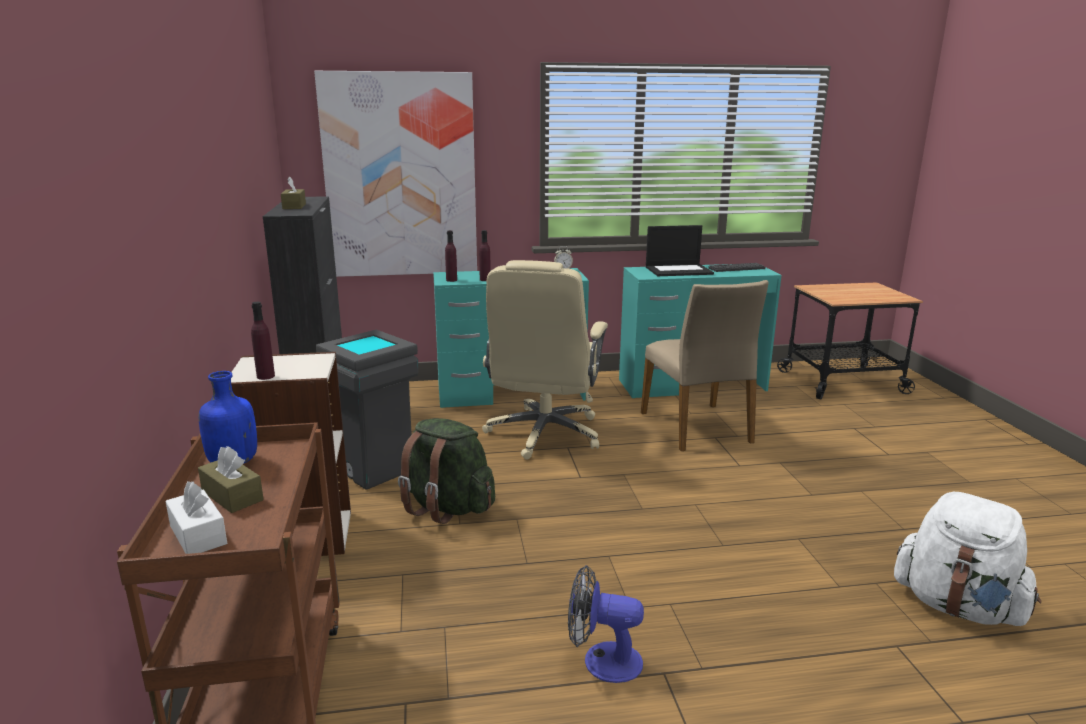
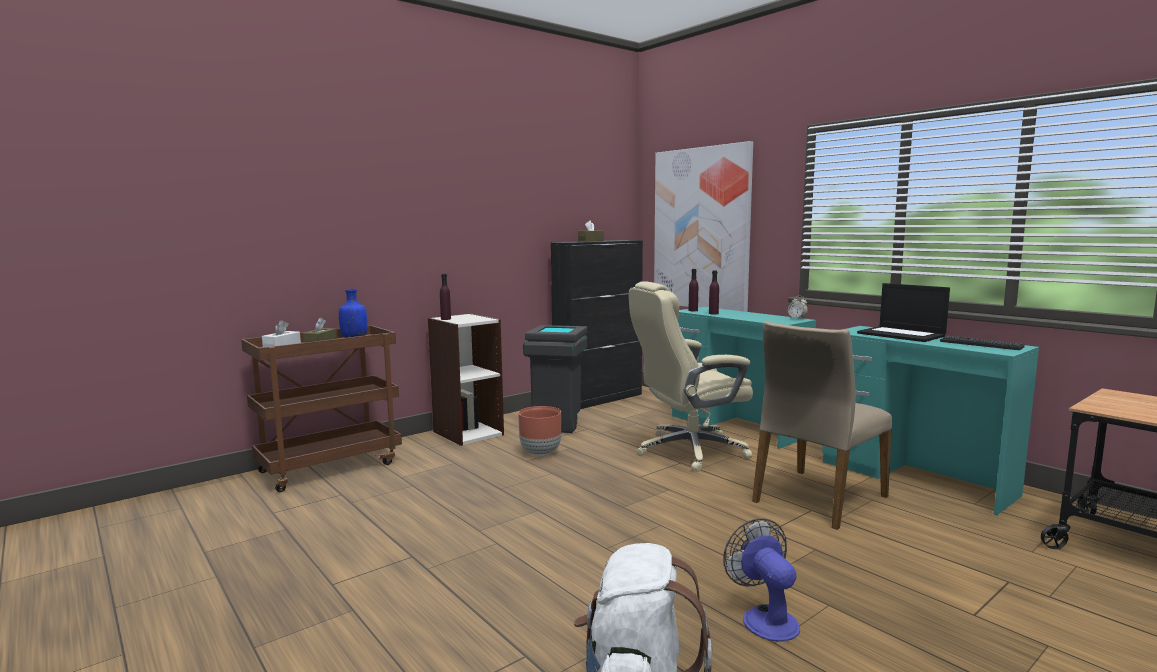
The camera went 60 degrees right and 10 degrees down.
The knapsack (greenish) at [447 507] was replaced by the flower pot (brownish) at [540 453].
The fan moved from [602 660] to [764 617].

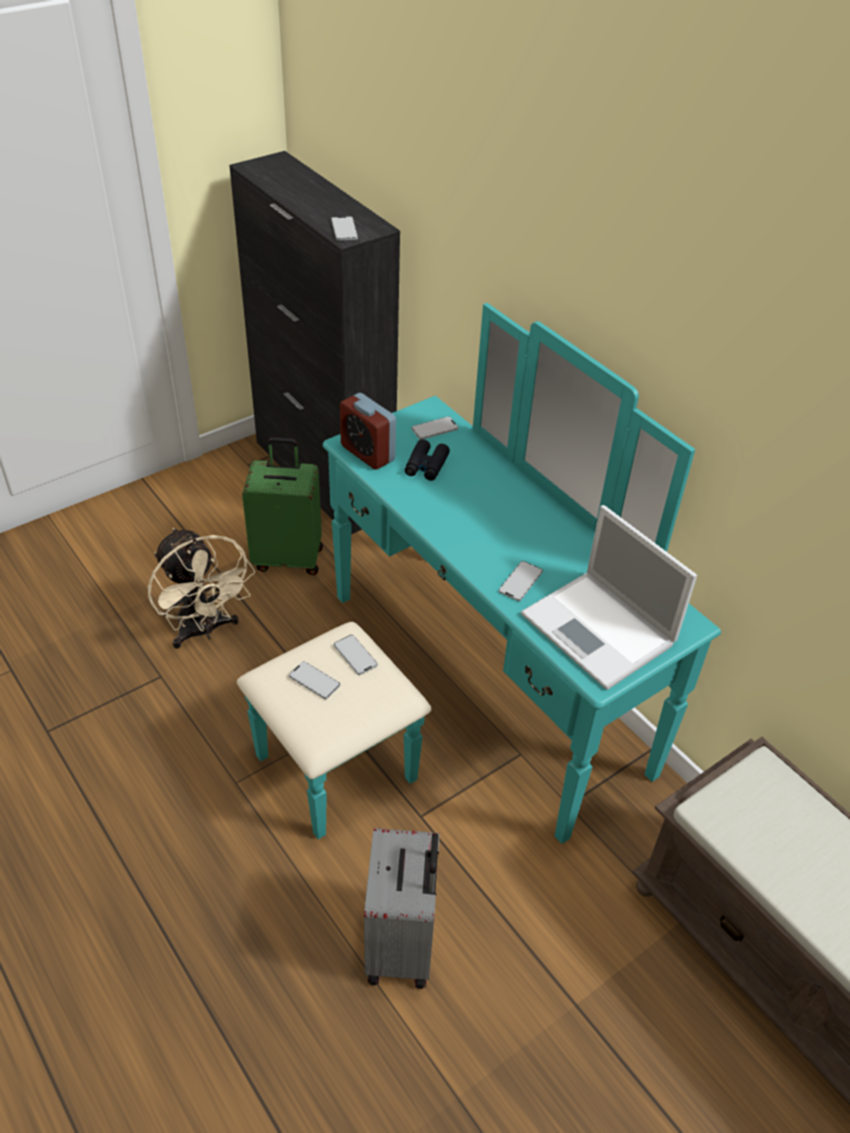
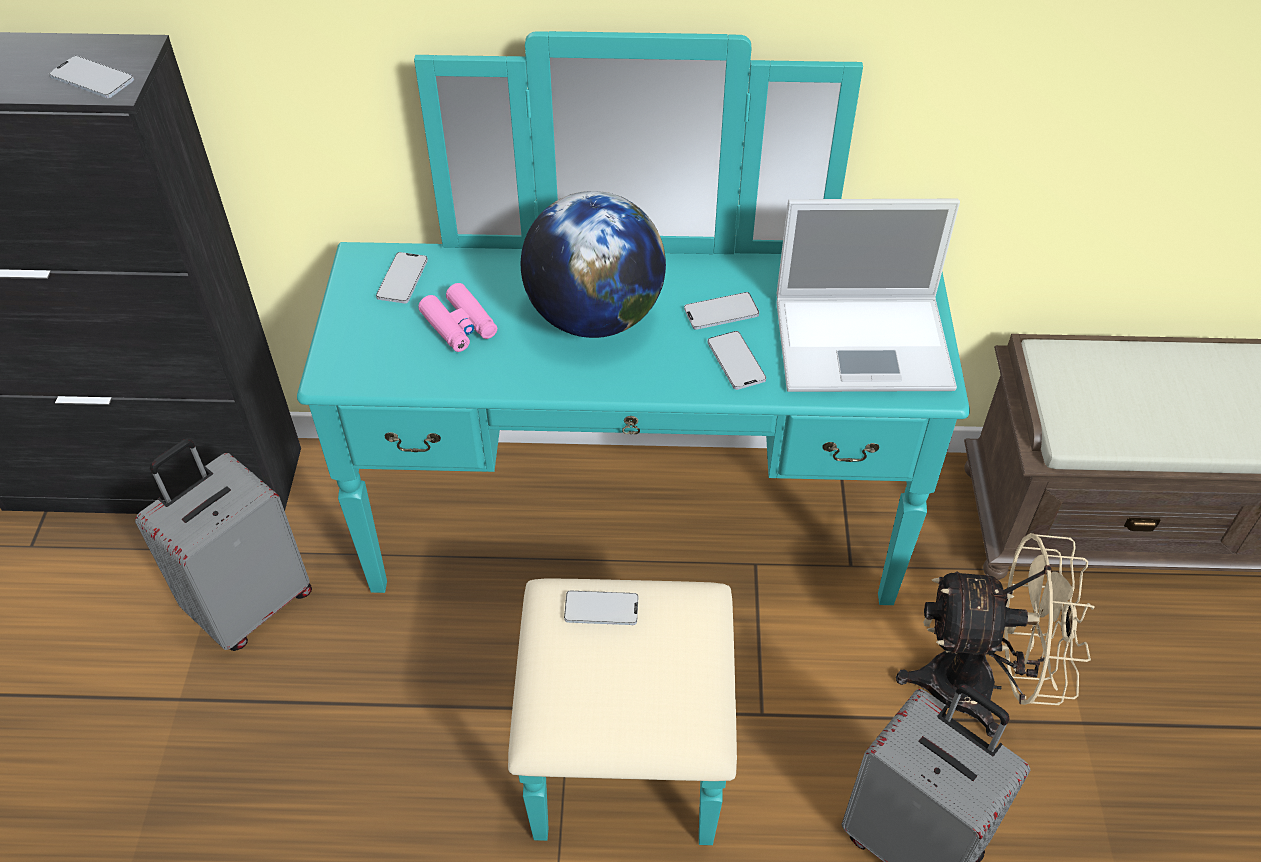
The camera went 50 degrees left and 5 degrees up.
The piece of luggage (greenish) at [288 557] became the piece of luggage (gray) at [250 603].
The pair of binoculars (black-coloured) at [426 466] became the pair of binoculars (pink) at [459 325].
The globe at [594 317] appeared.
The handset moved from [314 681] to [721 312].
The fan (beige-coloured) moved from [204 630] to [979 686].
The alarm clock at [367 453] disappeared.

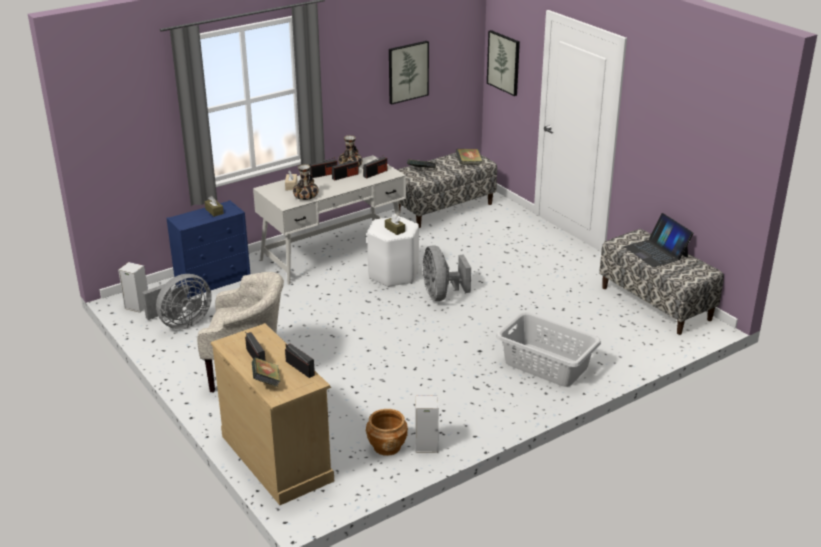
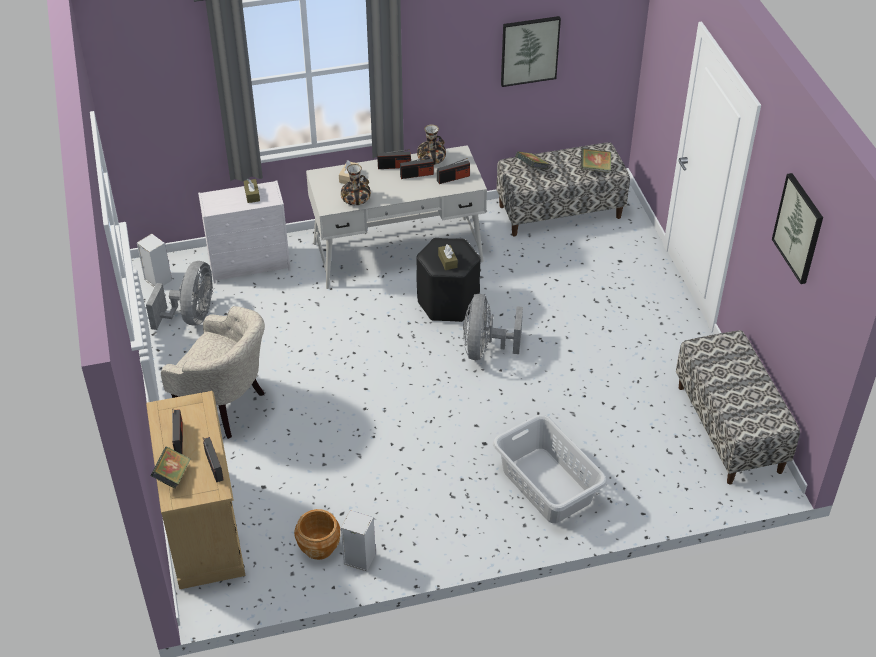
The camera went 20 degrees right and 15 degrees up.
The fan (gray) at [181 323] turned 60 degrees counterclockwise.
The drawer chest (blue-coloured) at [214 282] became the drawer chest (whitish) at [250 264].
The stool seat (whitish) at [393 275] became the stool seat (black-coloured) at [448 303].
The wall art moved from [504 62] to [799 228].
The laptop at [656 252] disappeared.

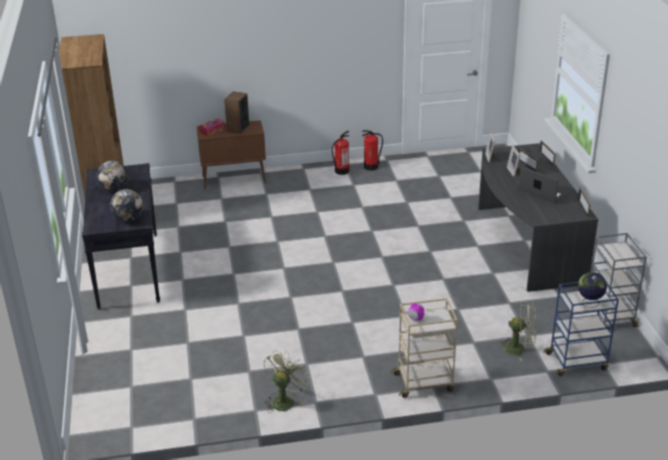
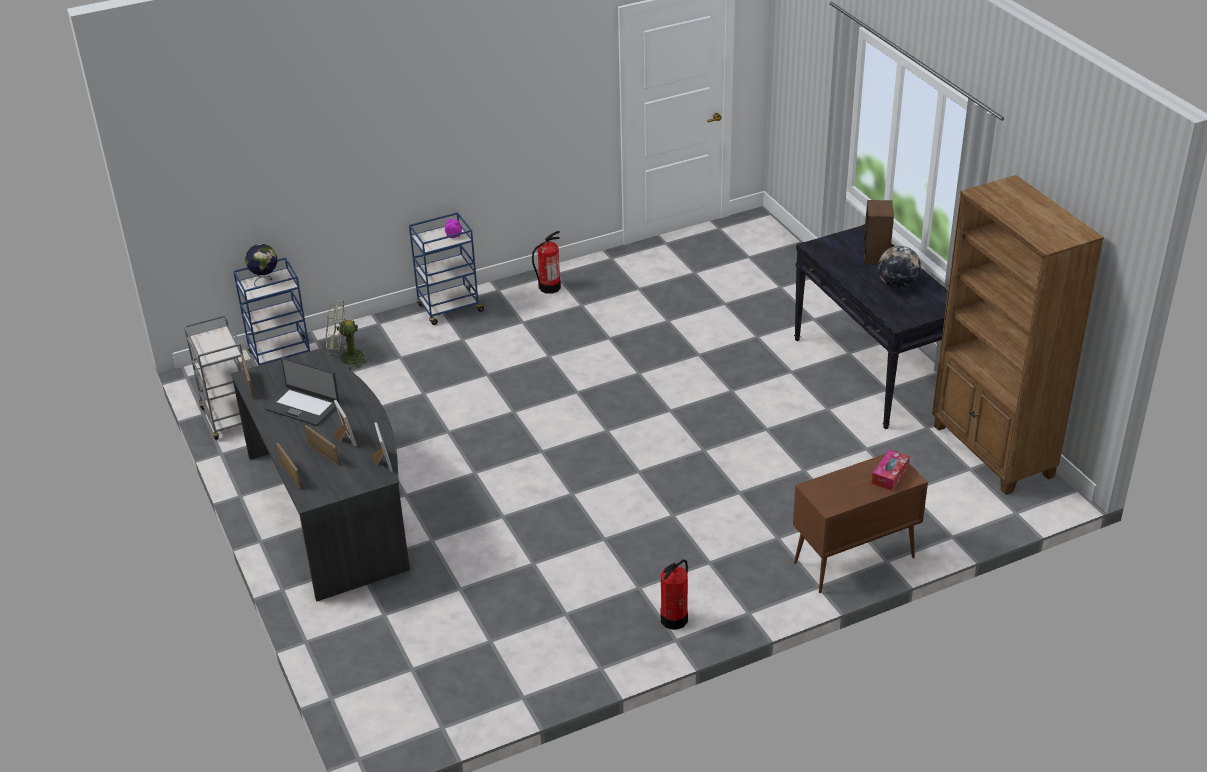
The camera went 165 degrees right and 5 degrees up.
The wheeled cart (beige-coloured) at [424 382] became the wheeled cart (blue-coloured) at [449 309].
The fire extinguisher moved from [371 167] to [549 287].
The speaker moved from [238 128] to [876 255].
The globe at [128 219] disappeared.
The fan (greenish) at [284 400] disappeared.

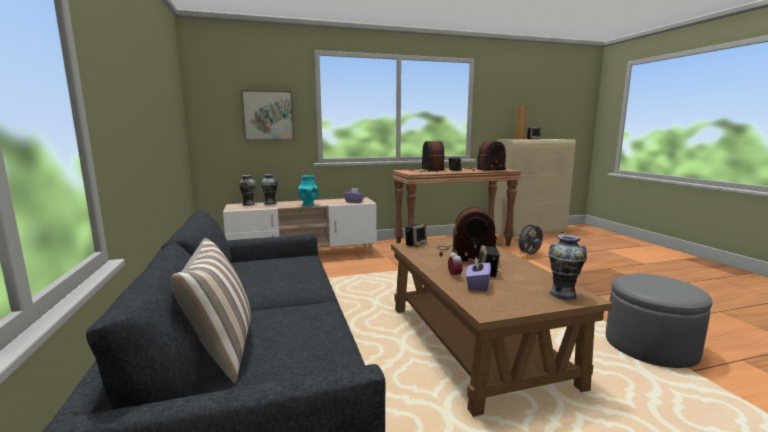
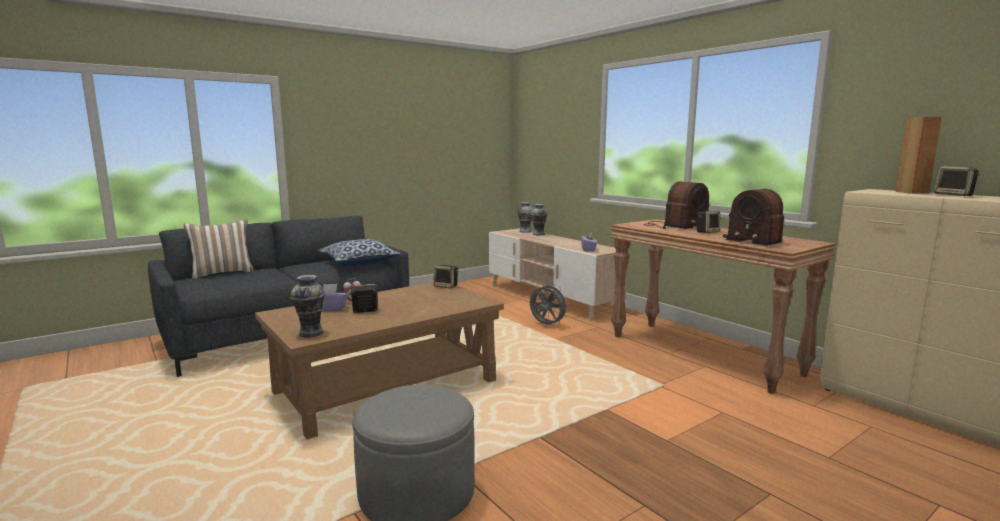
The camera went 70 degrees right and 0 degrees up.
The pillow at [359 263] appeared.
The fan (gray) moved from [529 255] to [547 325].
The wall art at [268 115] disappeared.
The flower vase (turquoise-coloured) at [308 205] disappeared.
The radio set at [464 255] disappeared.

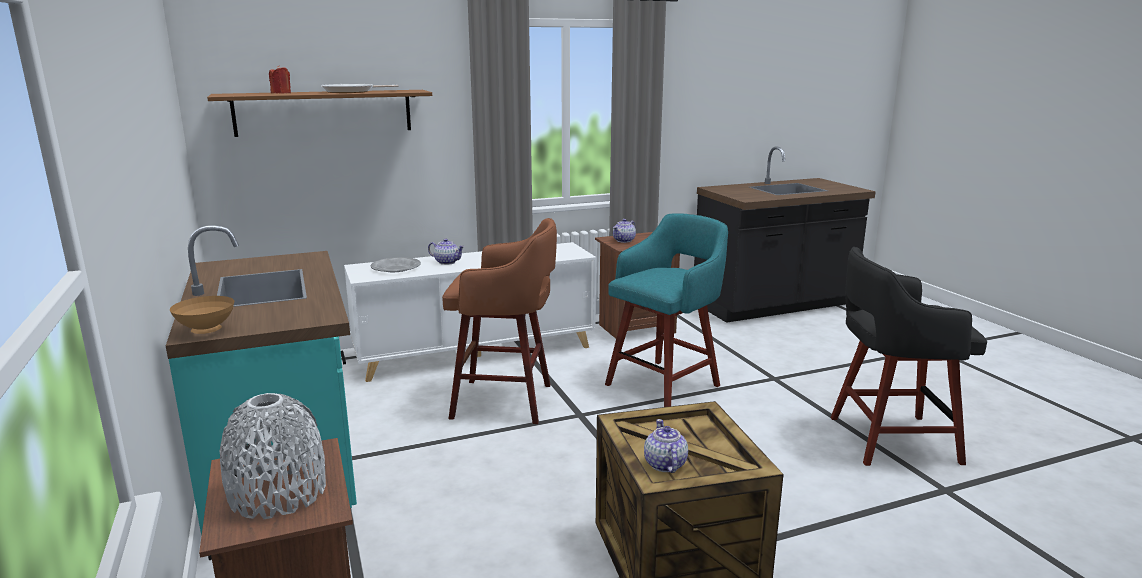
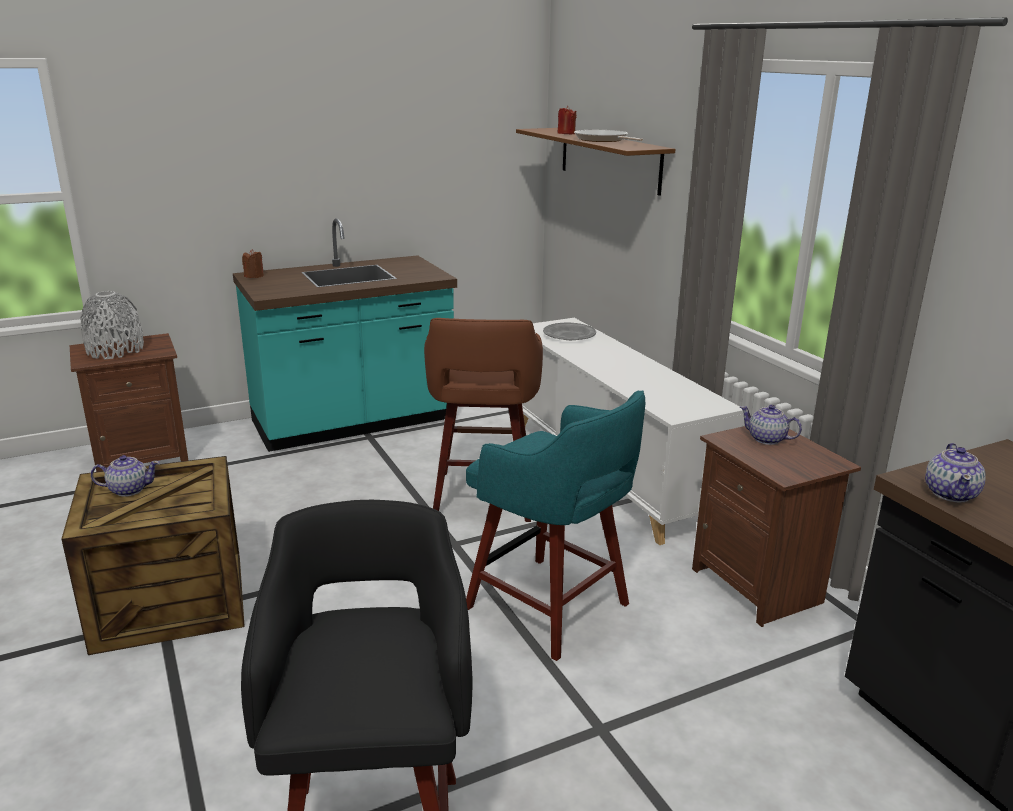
The camera went 85 degrees right and 5 degrees up.
The bowl (brownish) at [206 330] was replaced by the wax candle (brownish) at [254 276].
The tea pot moved from [447 262] to [951 493].

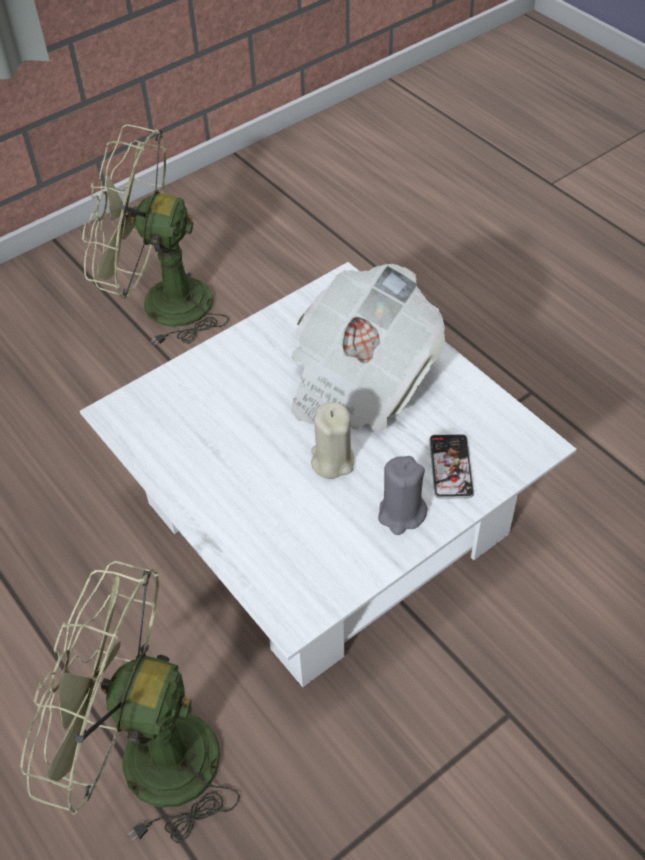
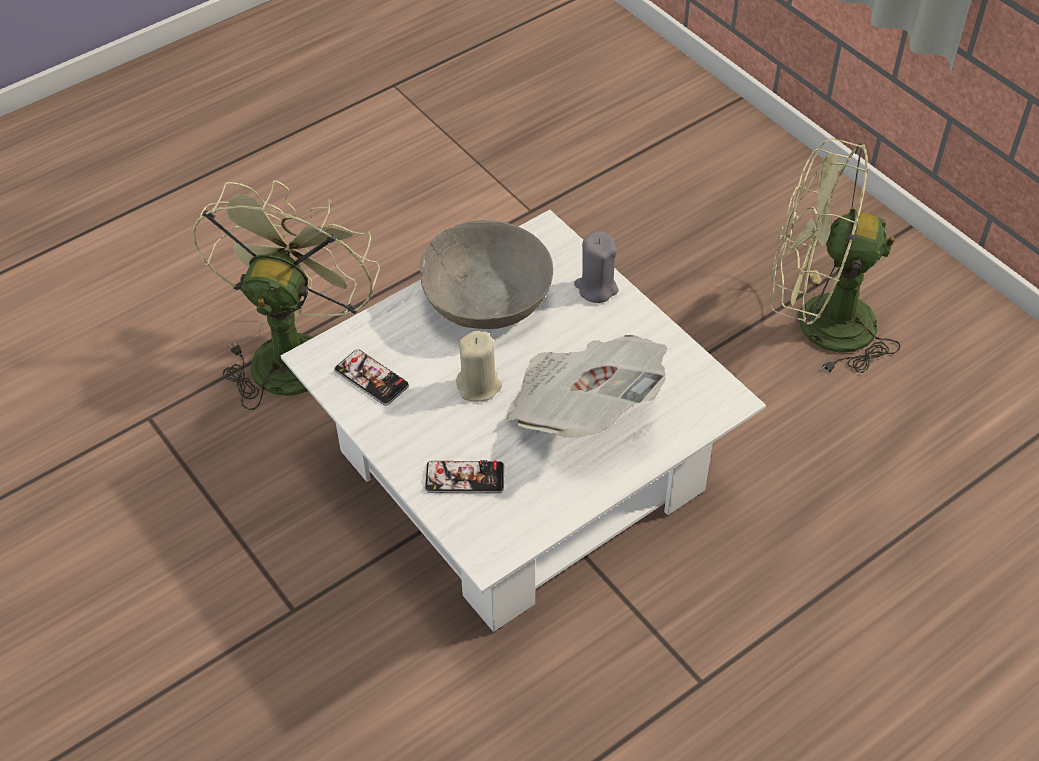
The camera went 90 degrees right and 0 degrees up.
The handset at [371 378] appeared.
The bowl (gray) at [487 299] appeared.
The wax candle (gray) moved from [401 514] to [596 288].
The fan (greenish) at [161 304] turned 90 degrees counterclockwise.

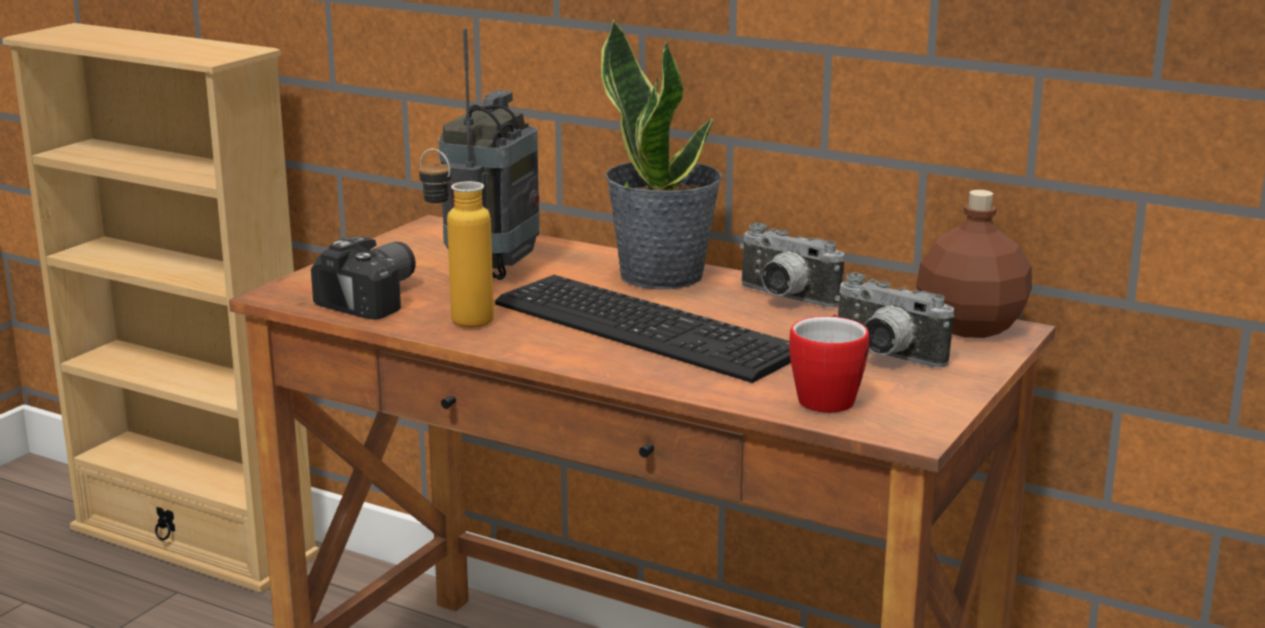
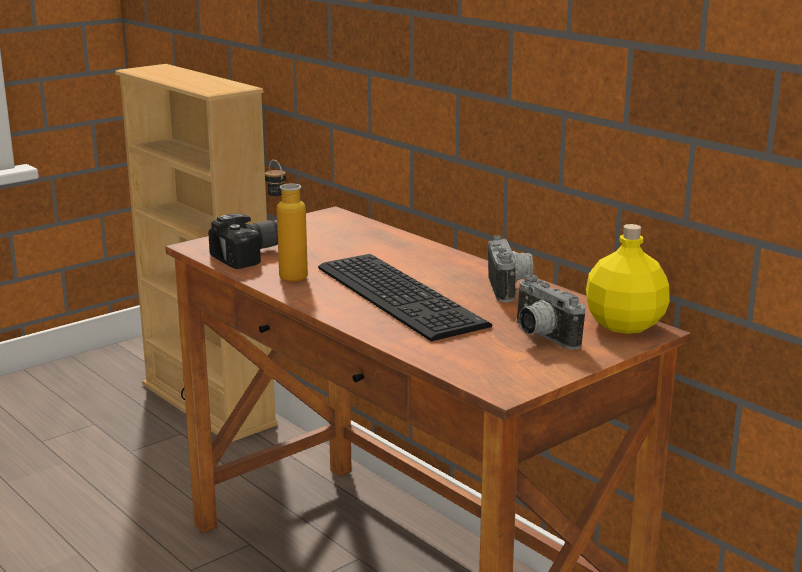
The camera went 20 degrees right and 0 degrees up.
The still camera at [783 298] turned 150 degrees counterclockwise.
The drink bottle (brownish) at [969 326] became the drink bottle (yellow-coloured) at [624 324].
The radio set at [493 271] disappeared.
The houseplant at [662 275] disappeared.
The tea mug at [827 397] disappeared.

